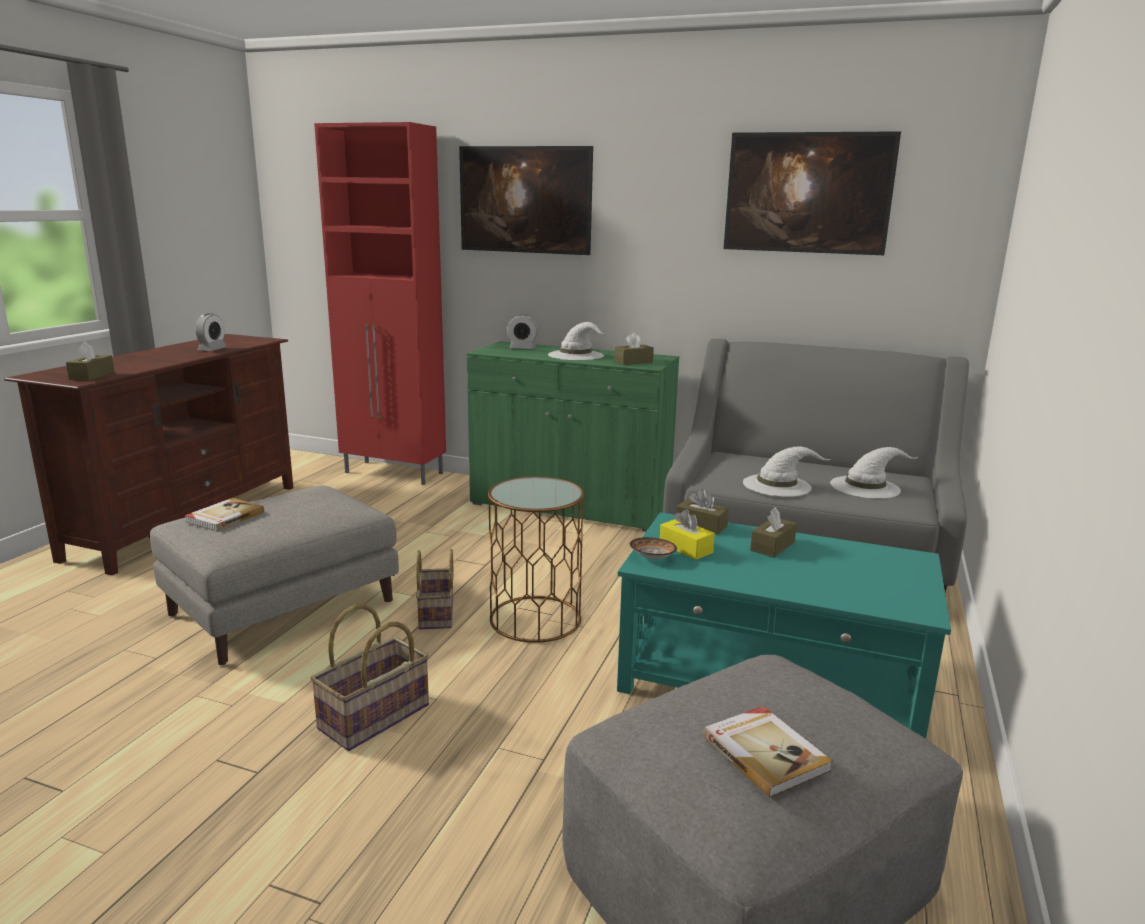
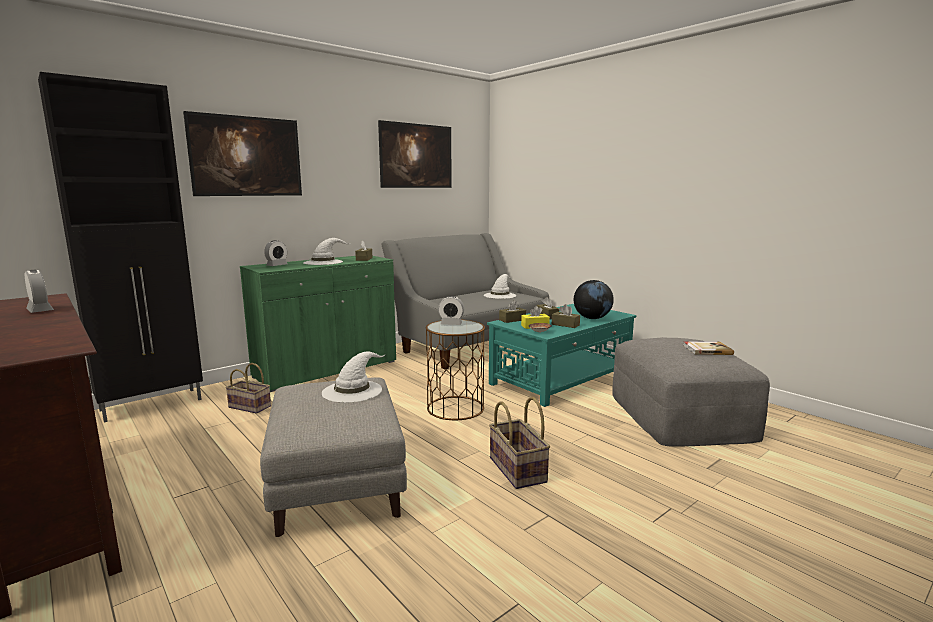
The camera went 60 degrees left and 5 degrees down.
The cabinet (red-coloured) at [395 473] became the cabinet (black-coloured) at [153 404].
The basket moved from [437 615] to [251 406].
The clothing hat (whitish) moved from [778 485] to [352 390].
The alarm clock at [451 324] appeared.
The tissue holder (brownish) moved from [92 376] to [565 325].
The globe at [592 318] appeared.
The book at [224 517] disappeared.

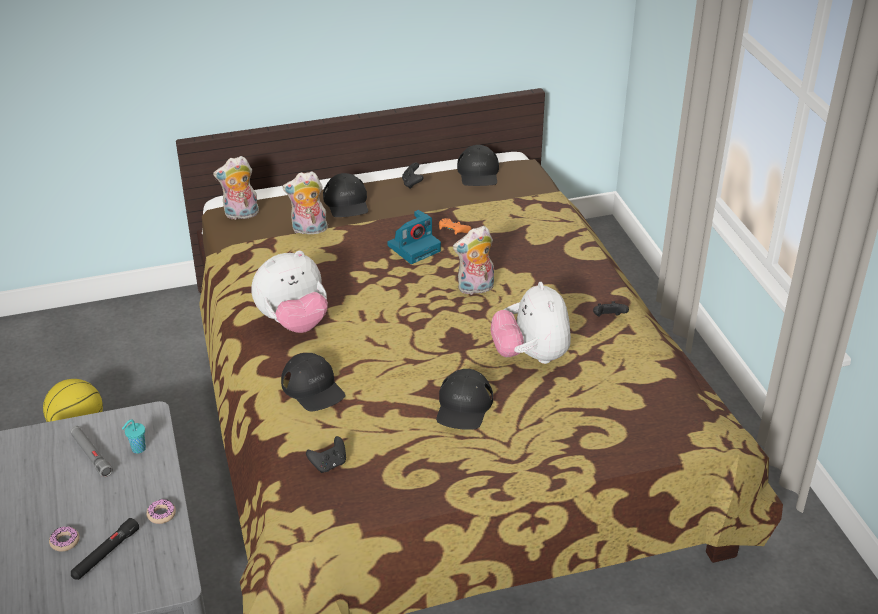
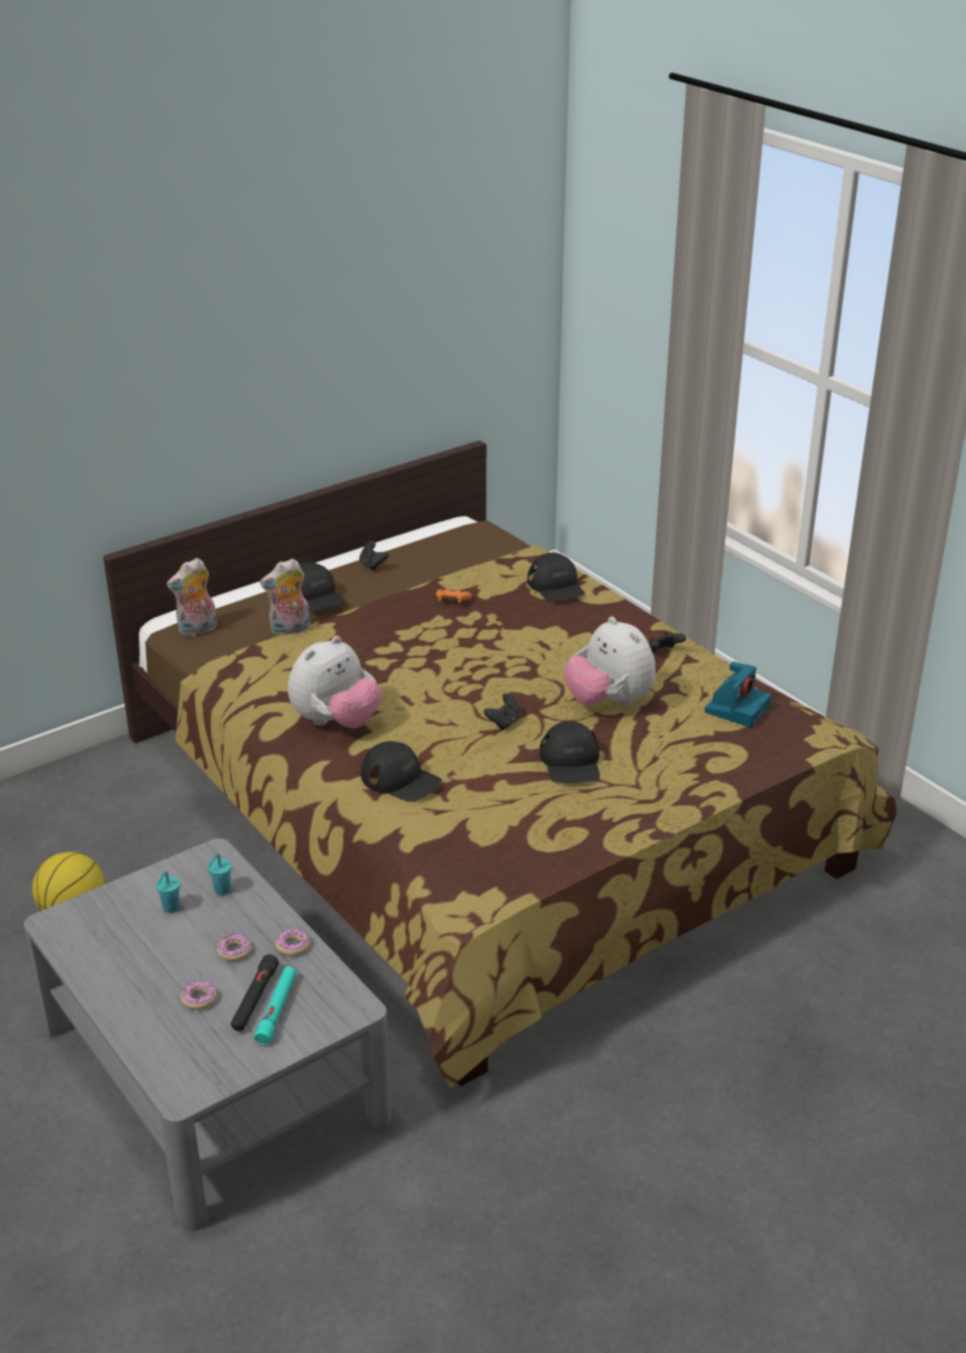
The camera went 20 degrees left and 5 degrees down.
The torch (gray) at [91 454] was replaced by the cup (turquoise-coloured) at [170 908].
The doughnut at [234 951] appeared.
The torch (turquoise-coloured) at [277 1010] appeared.
The gamepad (black-coloured) moved from [329 464] to [504 722].
The baseball cap (black-coloured) moved from [478 173] to [556 586].
The still camera moved from [414 247] to [737 708].
The plush toy at [475 289] disappeared.

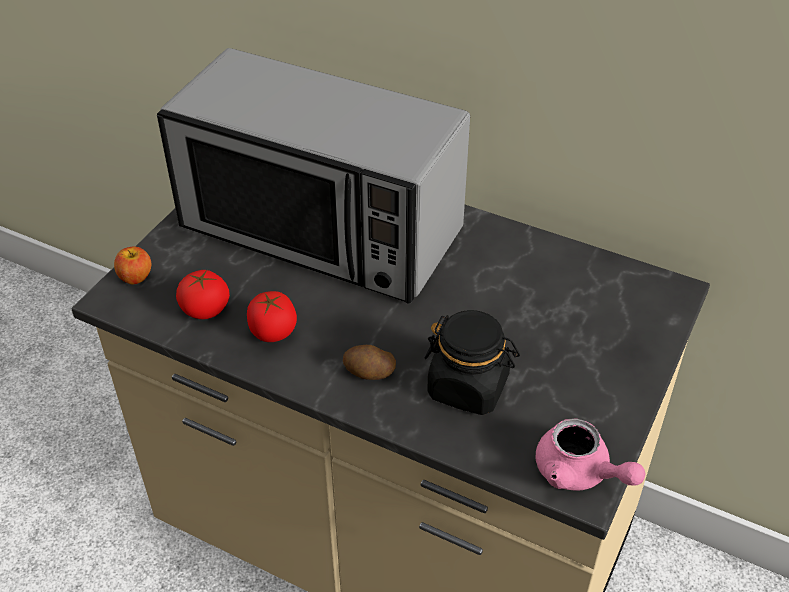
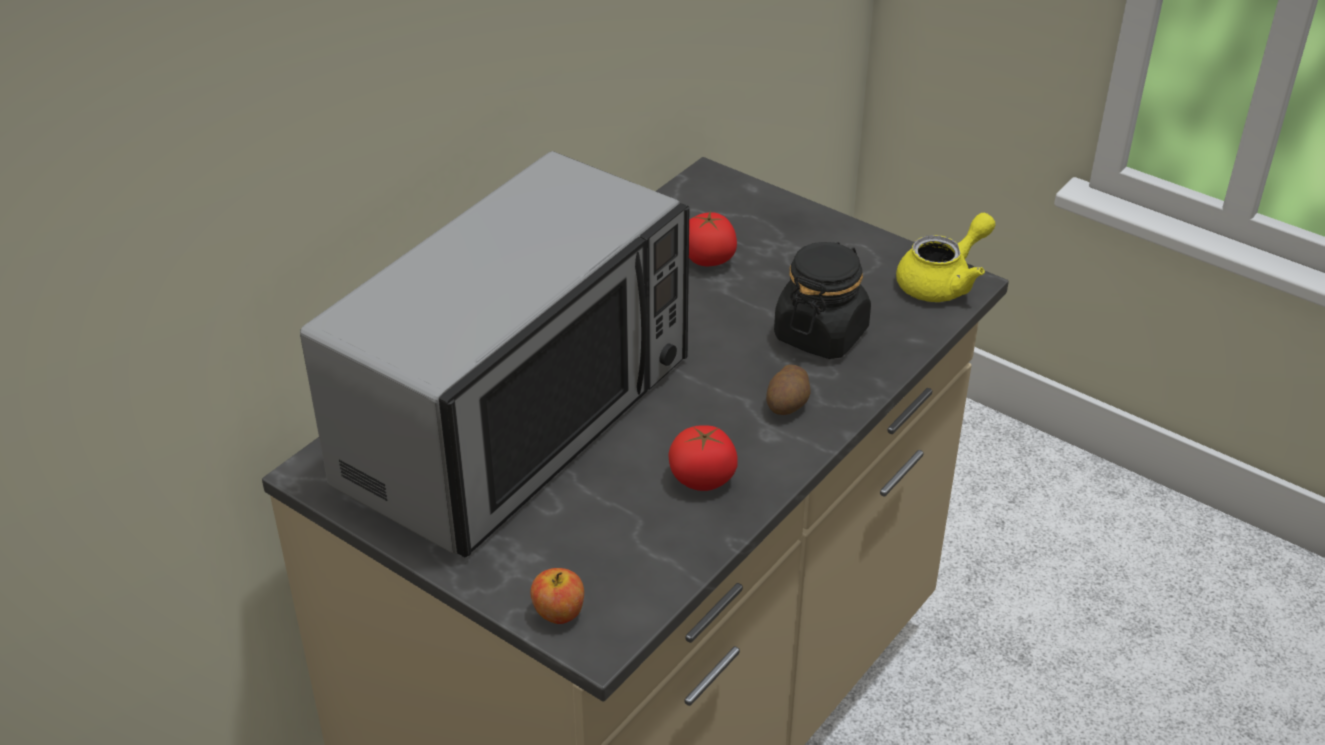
The camera went 80 degrees left and 5 degrees down.
The fresh tomato moved from [205 309] to [708 259].
The tea pot (pink) at [579 473] became the tea pot (yellow-coloured) at [943 281].

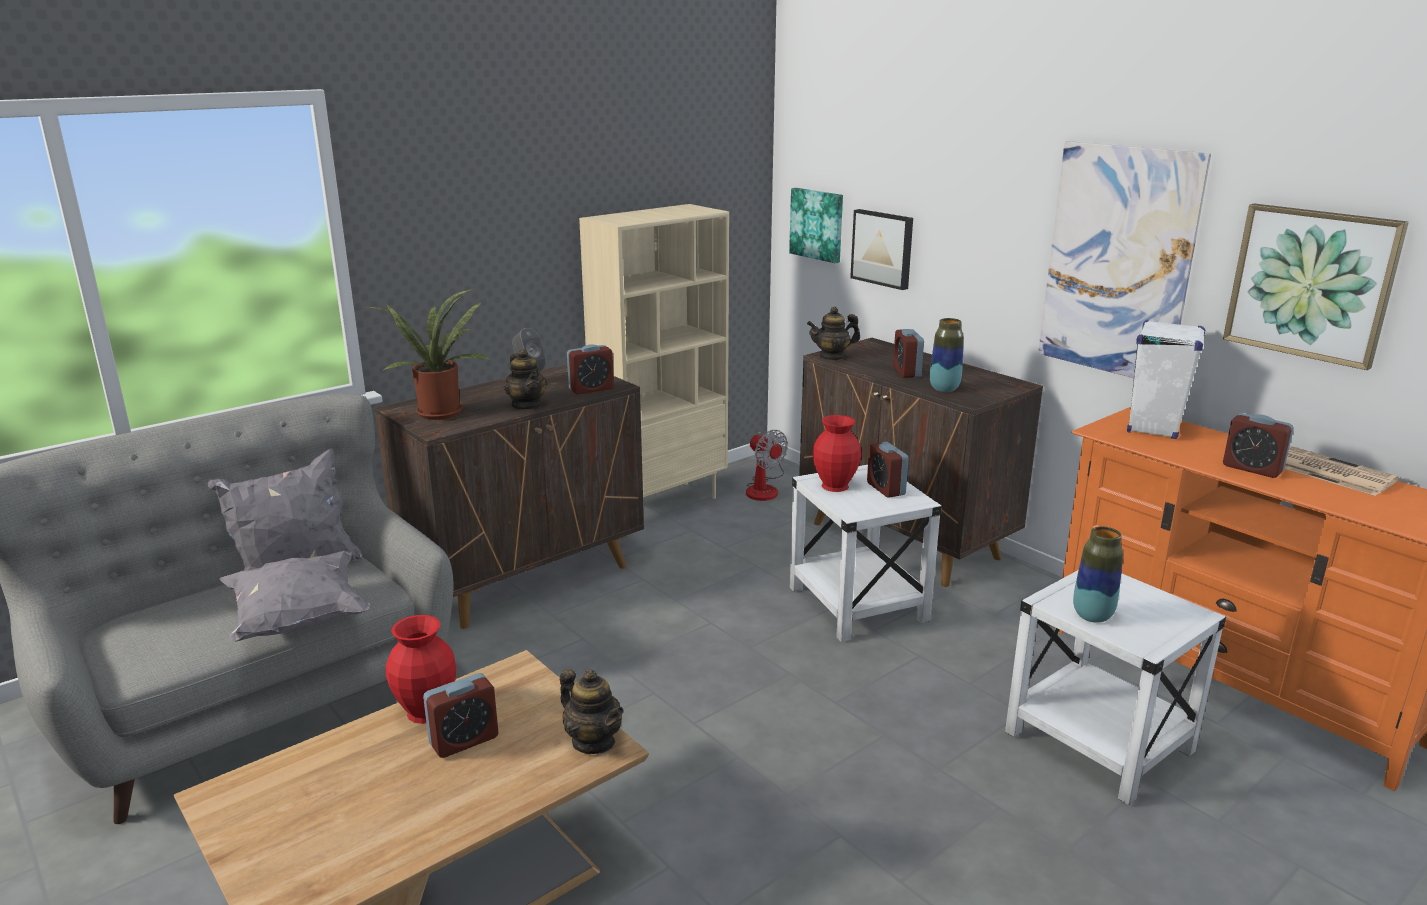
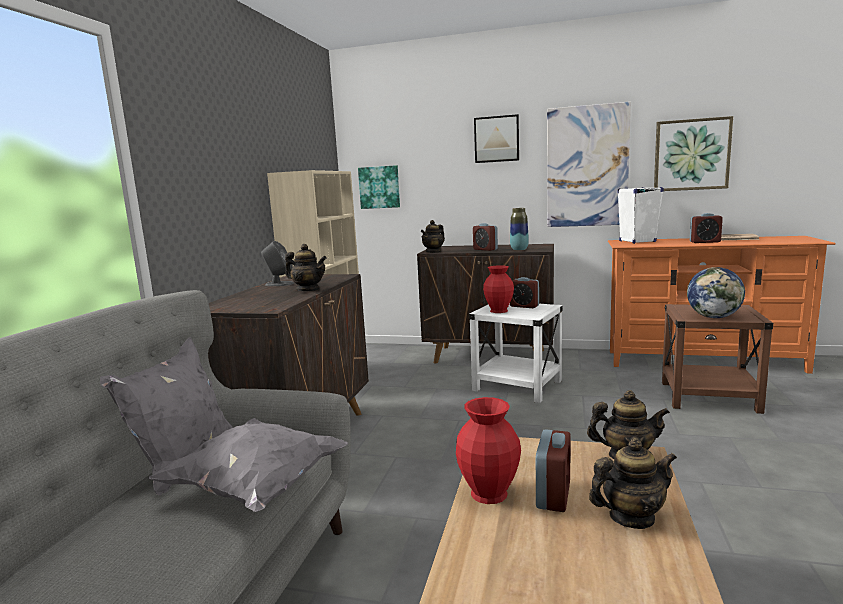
The camera went 35 degrees left and 10 degrees down.
The wall art moved from [883 248] to [496 139].
The tea pot at [631 517] appeared.
The side table (whitish) at [1097 742] became the side table (brownish) at [708 397].
The flower vase at [1092 616] was replaced by the globe at [714 317].
The houseplant at [441 411] disappeared.
The alarm clock at [591 389] disappeared.
The fan at [764 488] disappeared.

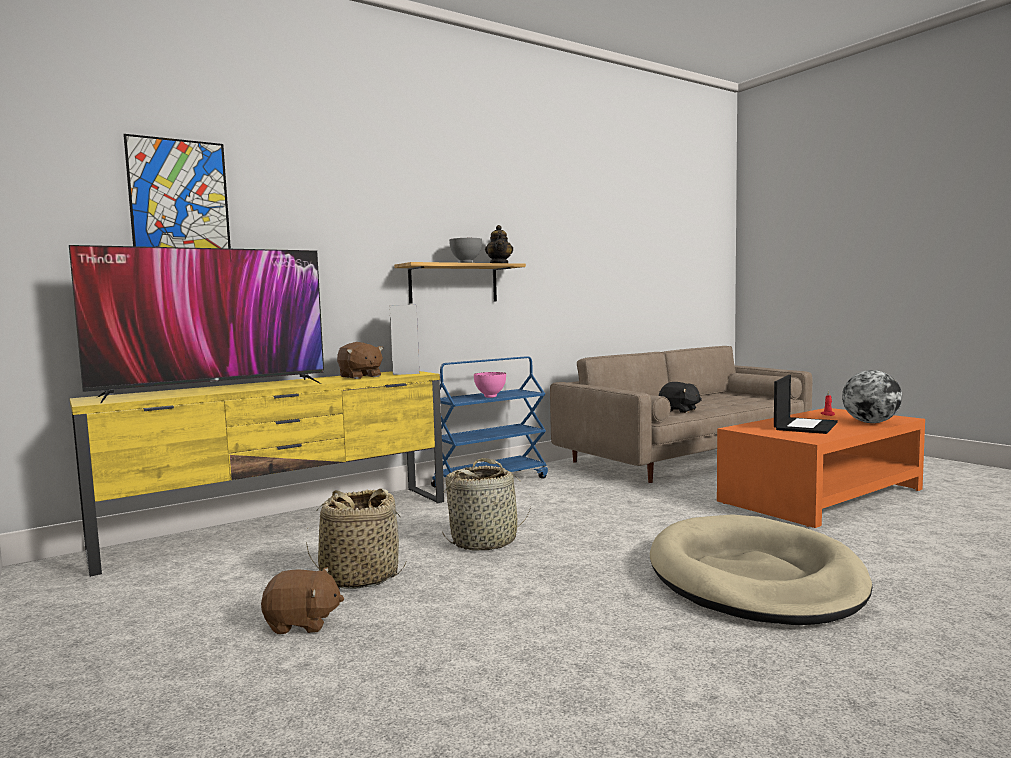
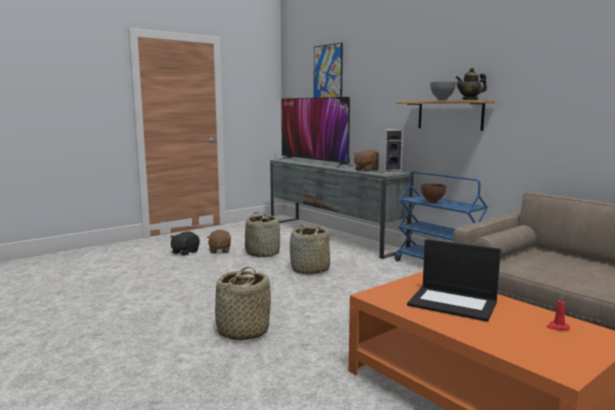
The camera went 85 degrees right and 5 degrees up.
The plush toy (black-coloured) moved from [679 410] to [185 252].
The dog cushion (beige-coloured) at [754 578] was replaced by the basket at [242 332].
The tv stand (yellow-coloured) at [283 524] became the tv stand (gray) at [333 236].
The bowl (pink) at [491 397] became the bowl (brownish) at [432 203].
The globe at [870 422] disappeared.

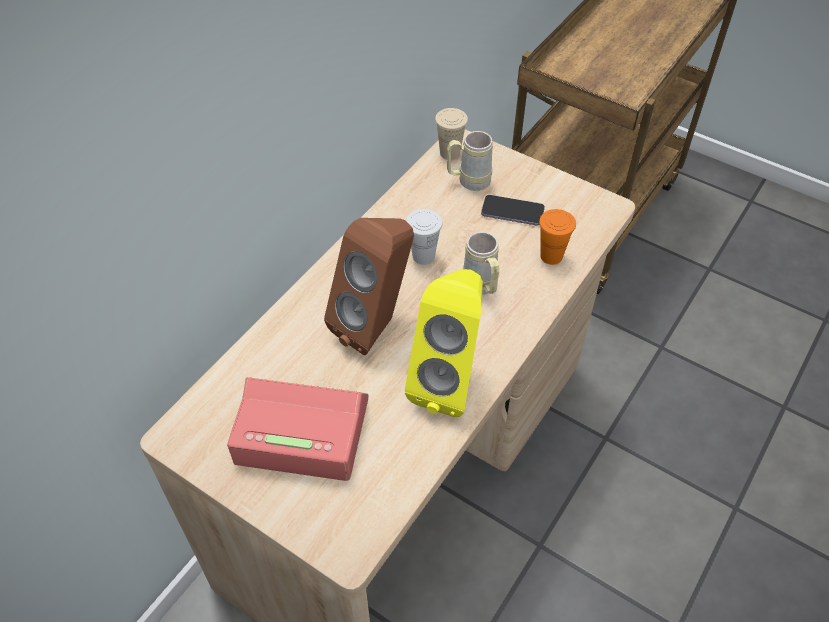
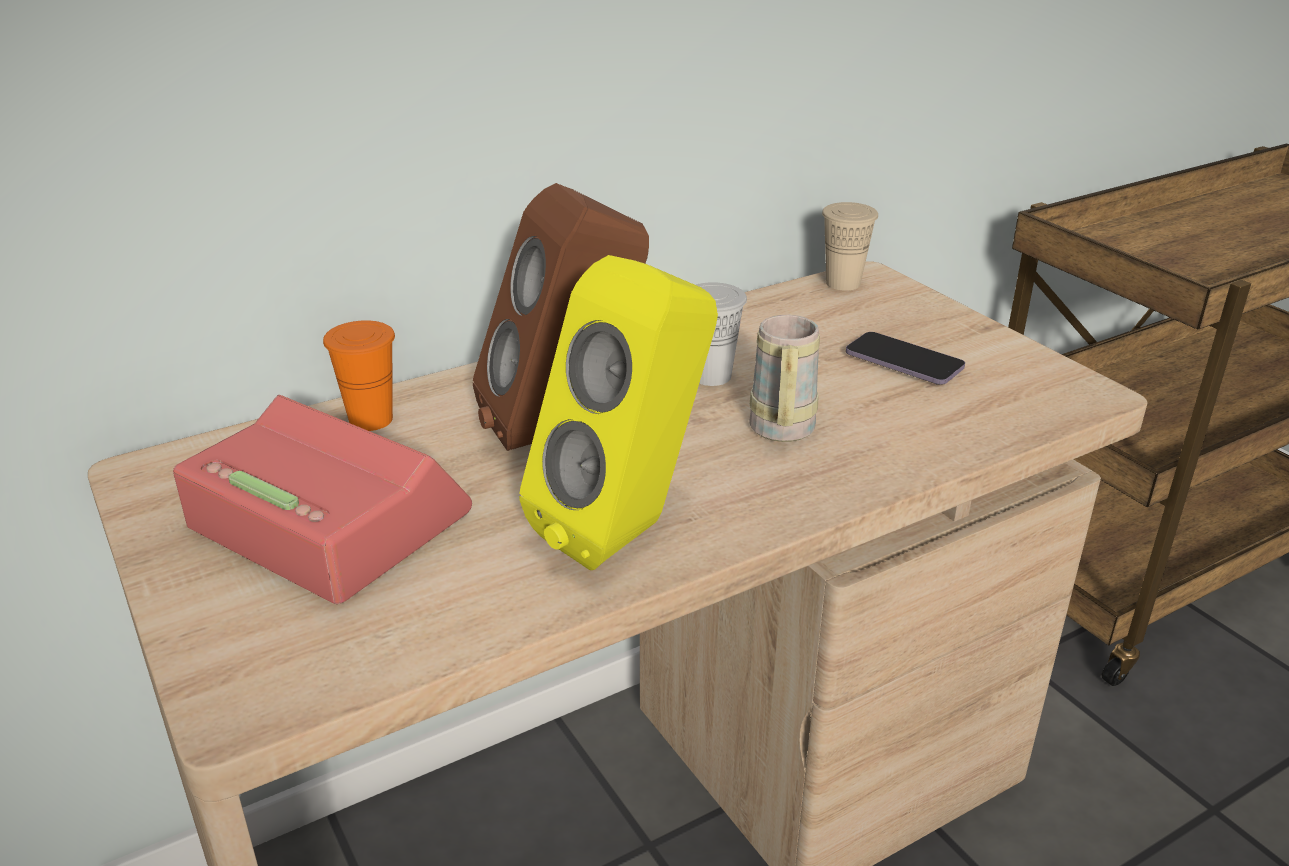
The camera went 25 degrees right and 20 degrees down.
The cup (orangey) moved from [551 256] to [371 420].
The tea mug (beige-coloured) at [468 181] disappeared.

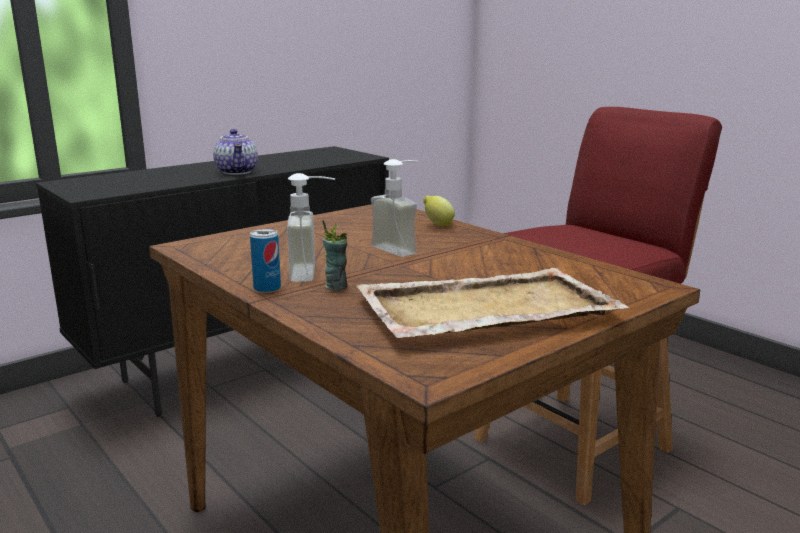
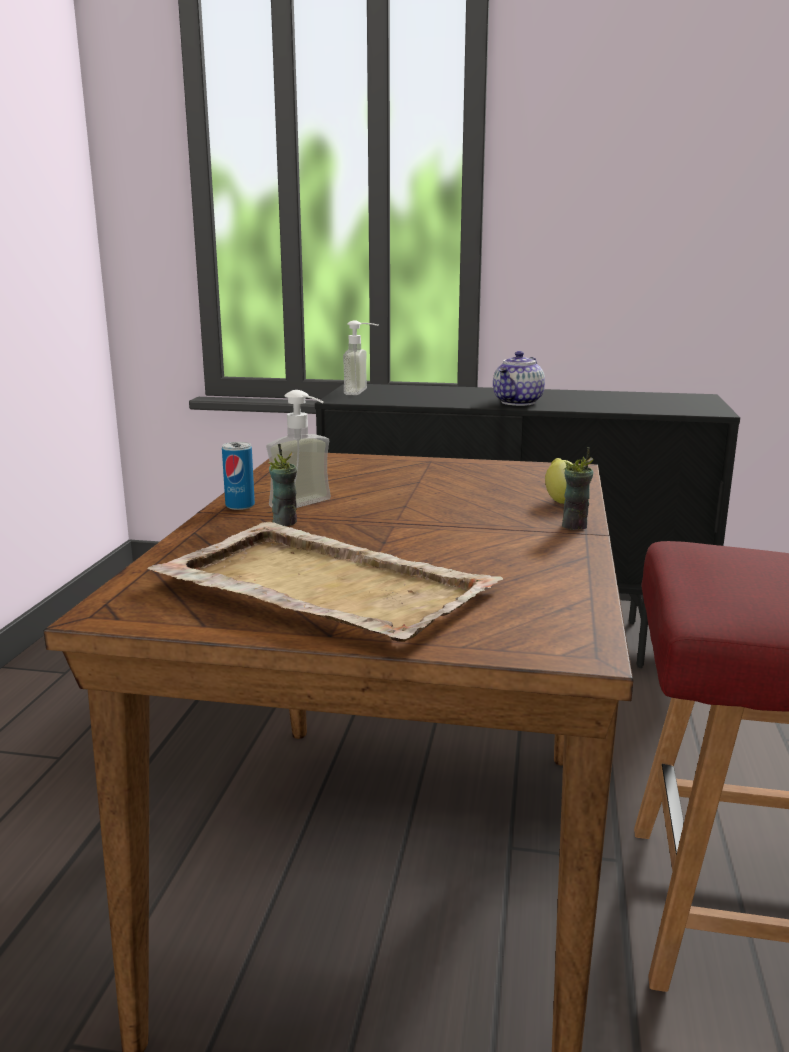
The camera went 50 degrees right and 0 degrees up.
The soap bottle moved from [401 248] to [363 392].
The cup at [575 526] appeared.

